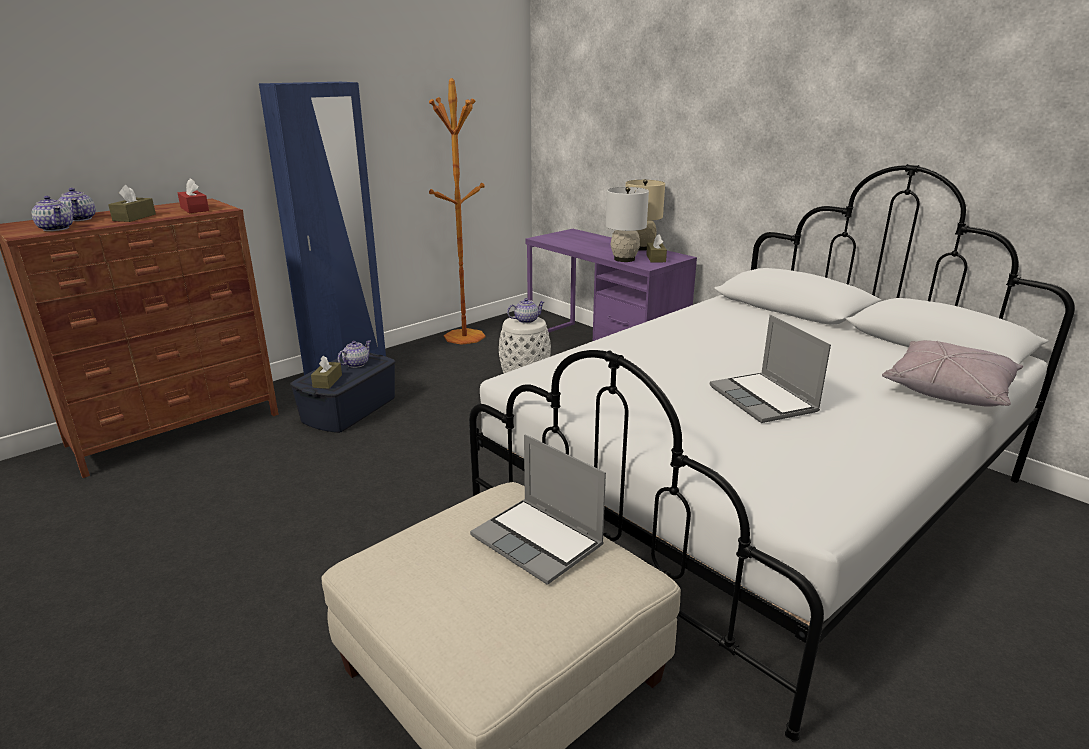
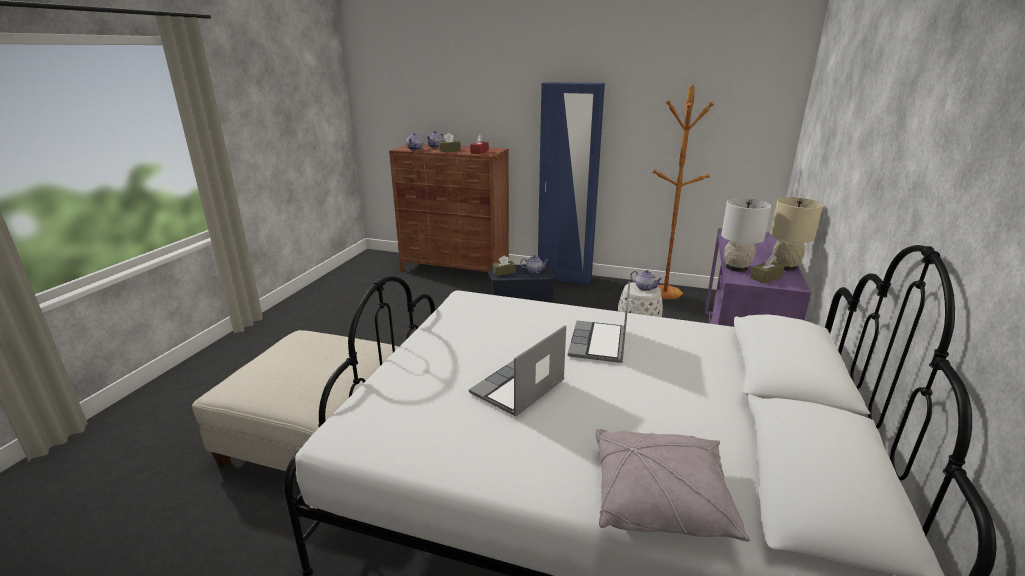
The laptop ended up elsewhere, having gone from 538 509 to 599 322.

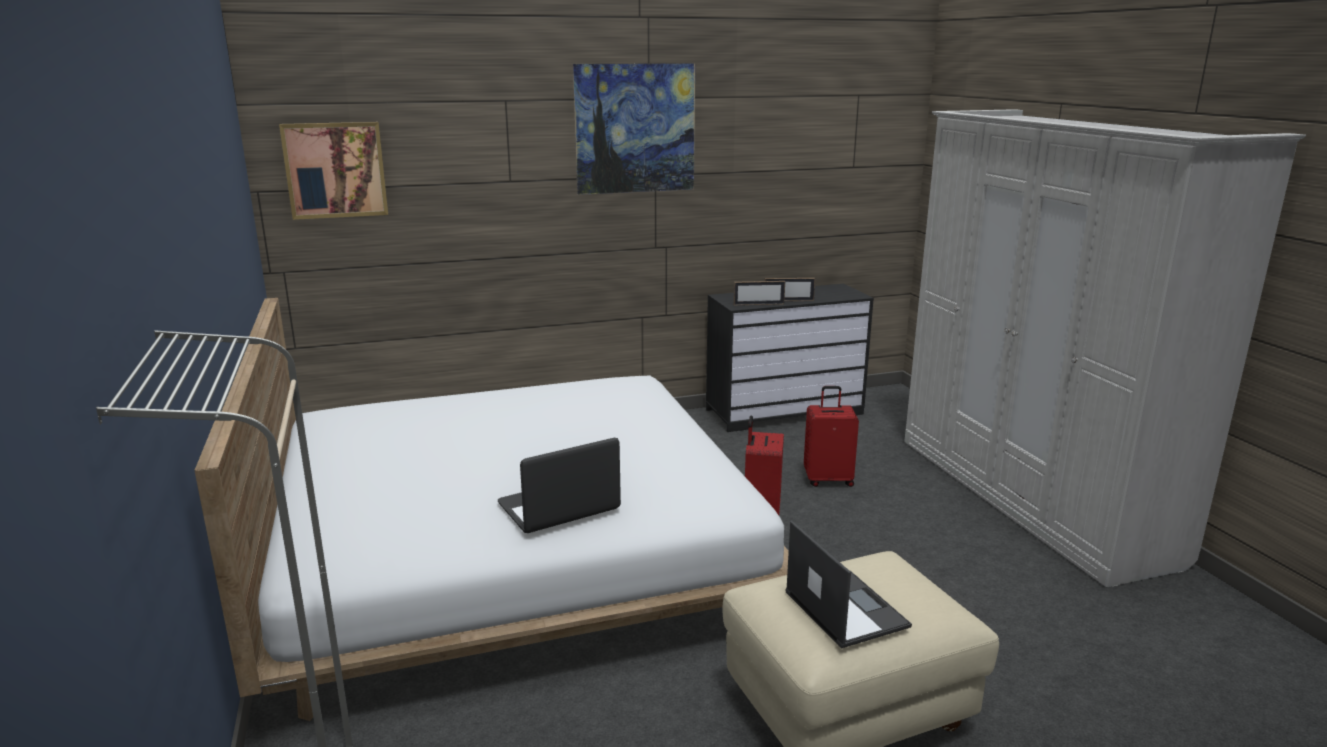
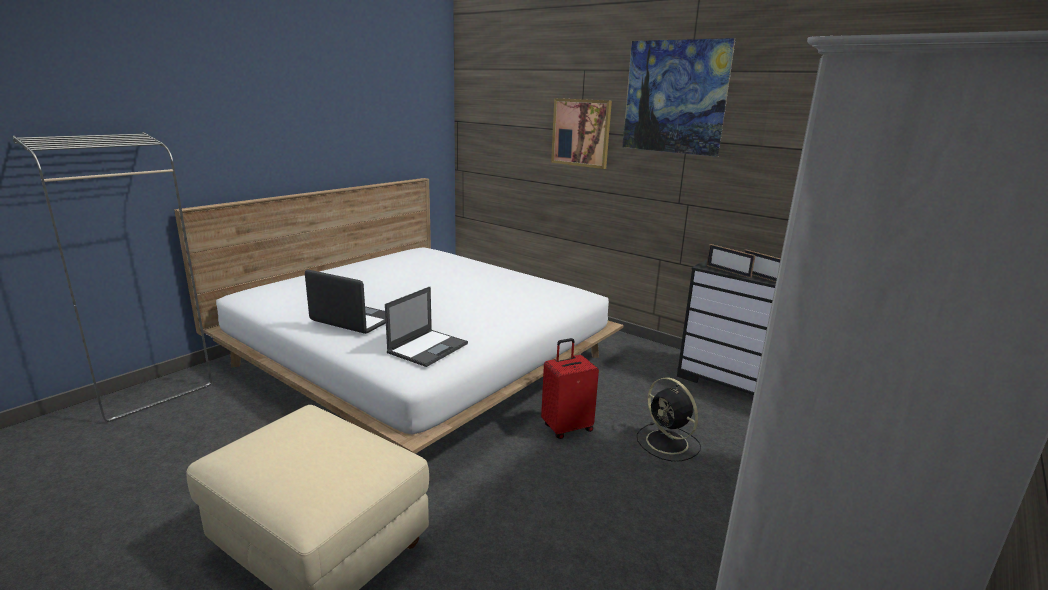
The laptop ended up elsewhere, having gone from 849 585 to 426 326. The wall picture ended up elsewhere, having gone from 333 171 to 581 133. Where the suitcase (red-coloured) stood at 831 436, the electric fan (black-coloured) came to stand at 669 419.

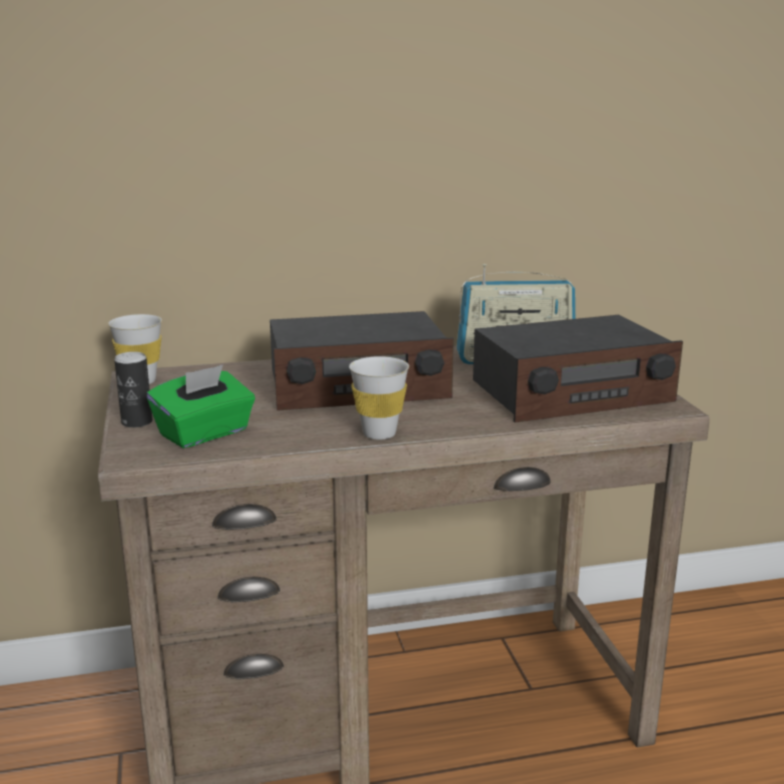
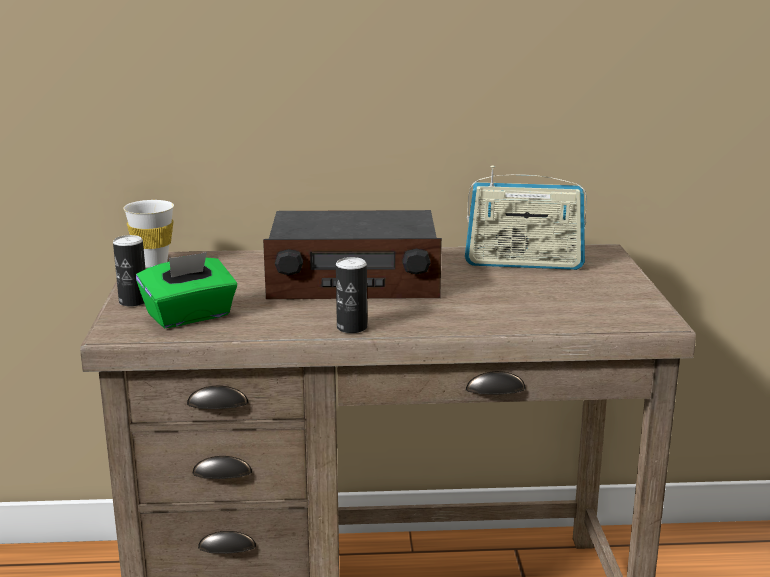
Where the small cup (white-coloured) stood at 379 398, the sealed can came to stand at 351 295. The second view lost the radio receiver at 578 369.

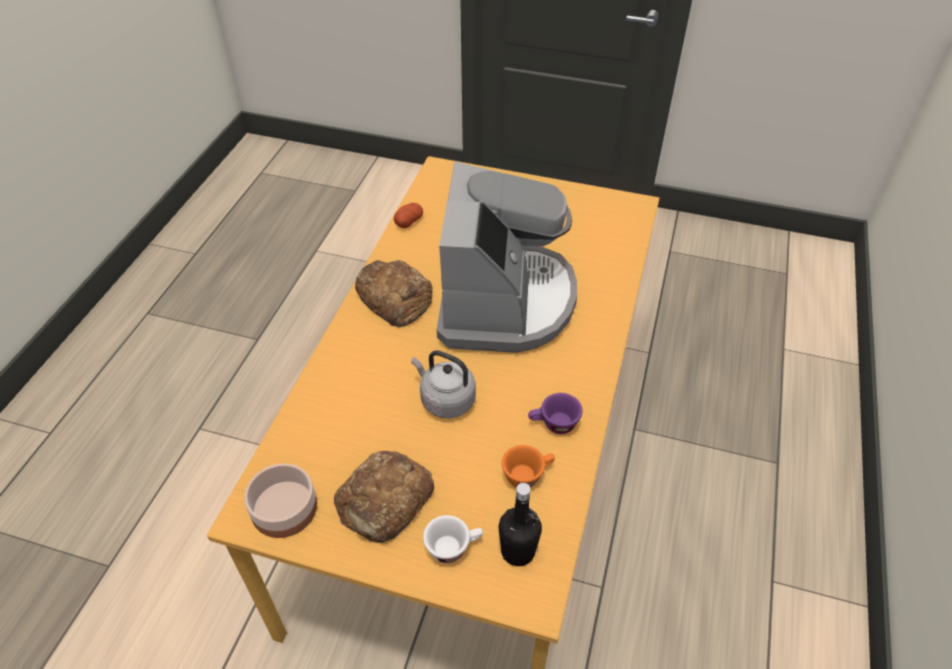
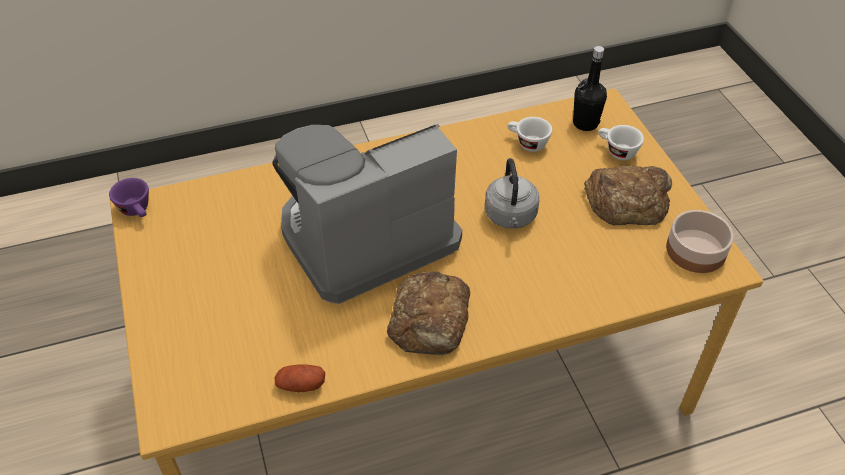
The small cup (purple-coloured) ended up elsewhere, having gone from 555 413 to 129 197. What was the small cup (orange) at 528 466 turned into the small cup (white-coloured) at 530 134.

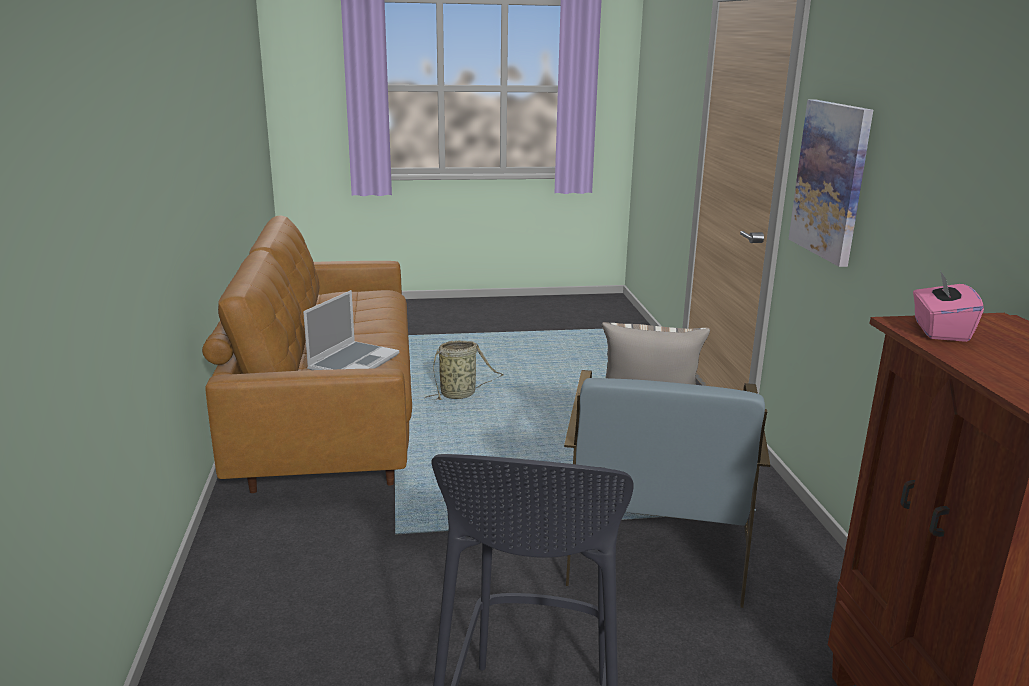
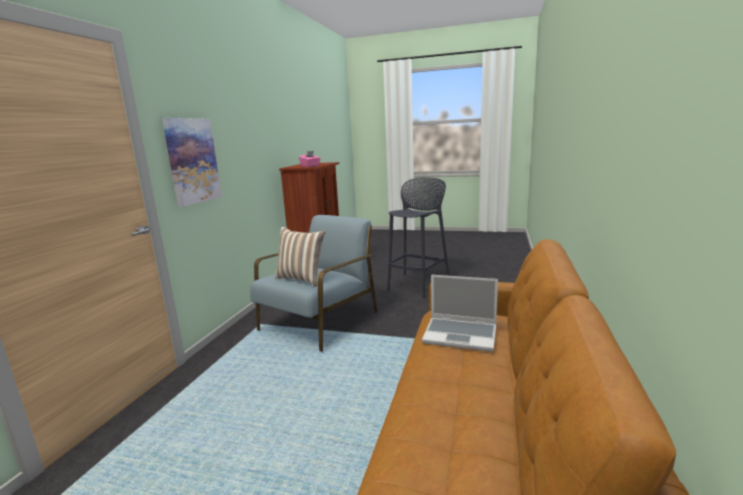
The laptop at 351 330 ended up facing another way, 120 degrees counterclockwise from before. The second view lost the basket at 464 370.

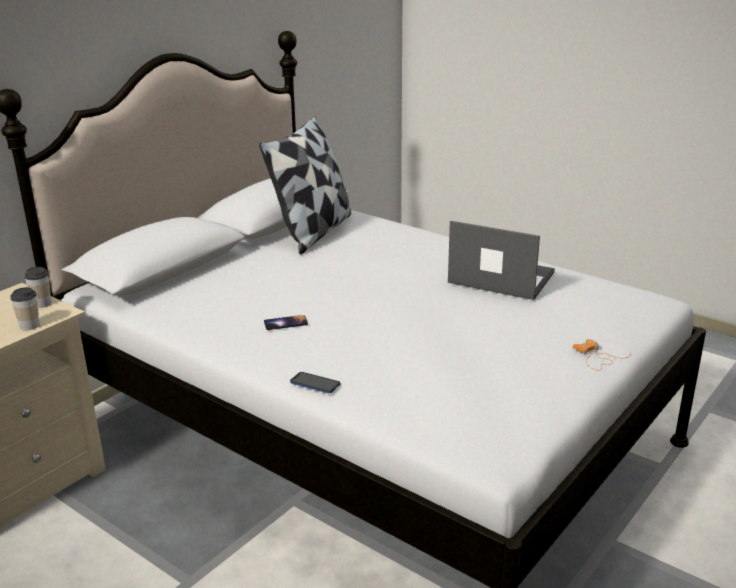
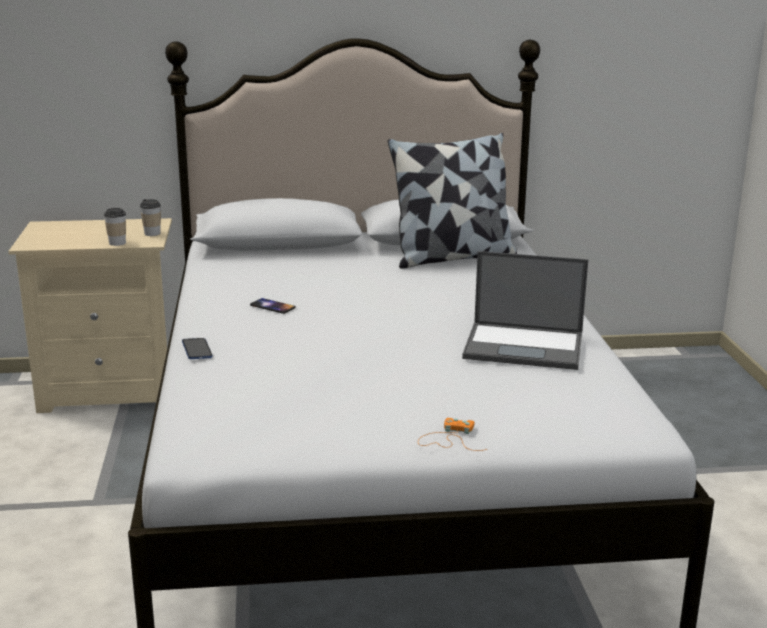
The laptop at 501 260 ended up facing another way, 120 degrees clockwise from before.

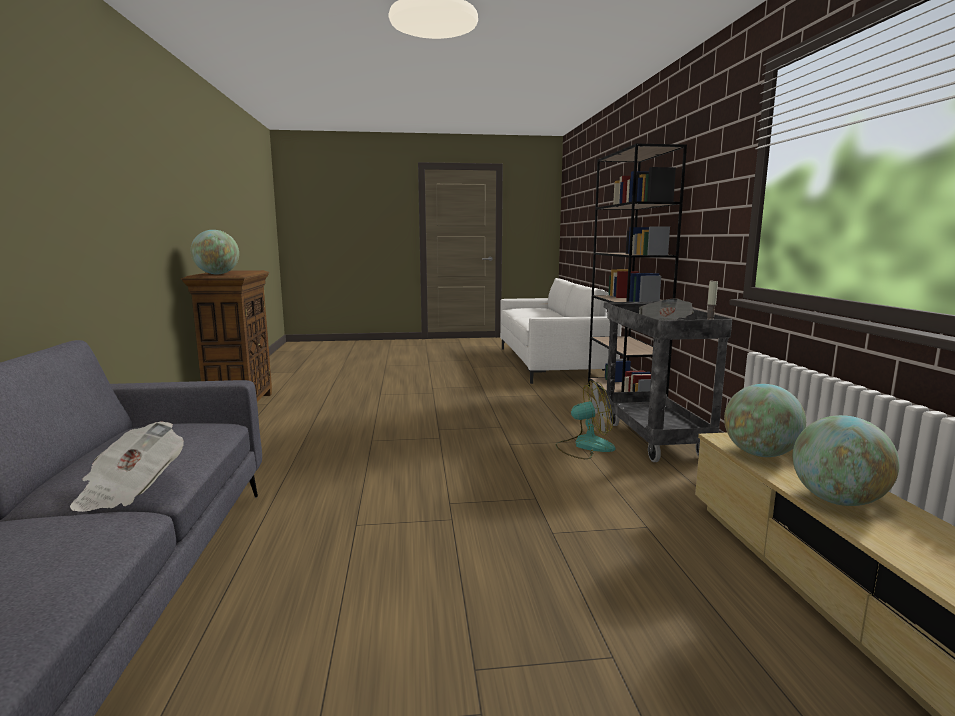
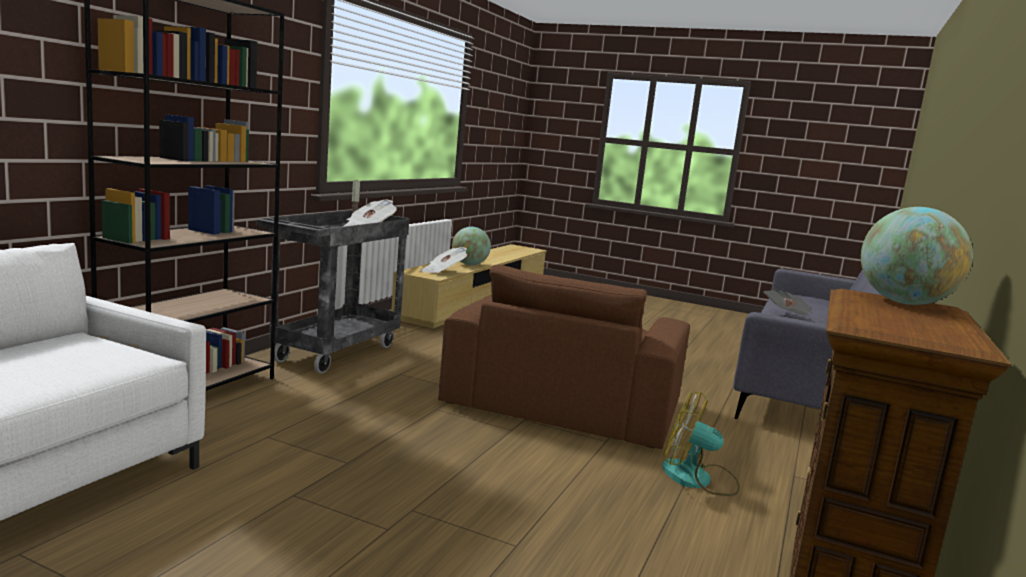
Where the globe stood at 765 420, the newspaper came to stand at 444 260. The second view gained the lounge chair (brown) at 564 357. The electric fan ended up elsewhere, having gone from 586 420 to 701 444.

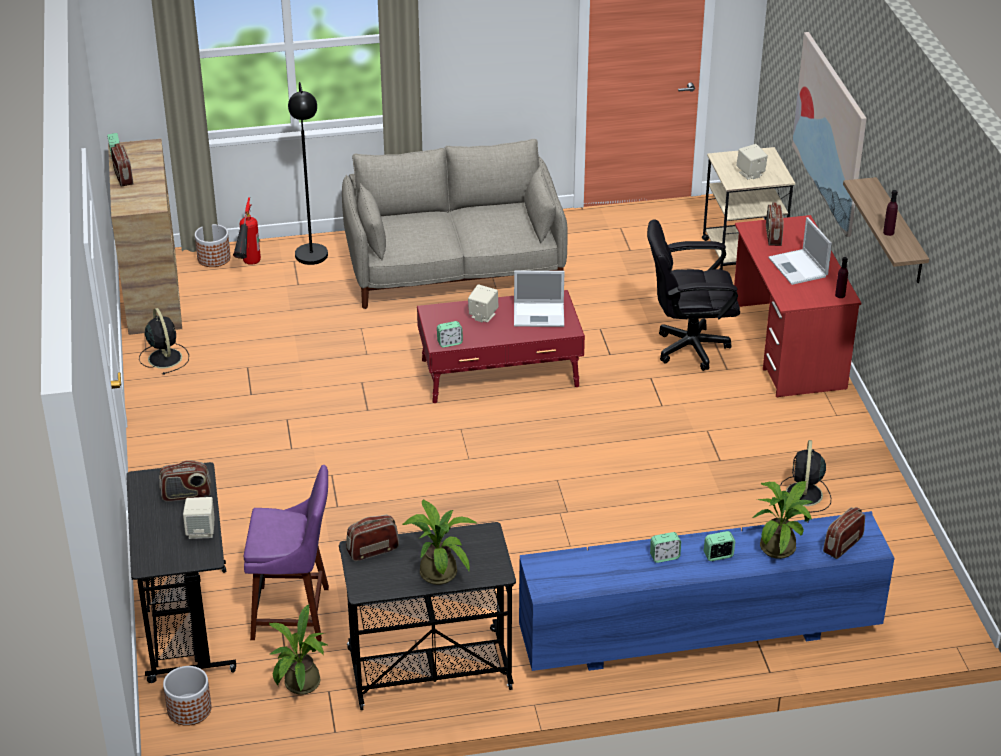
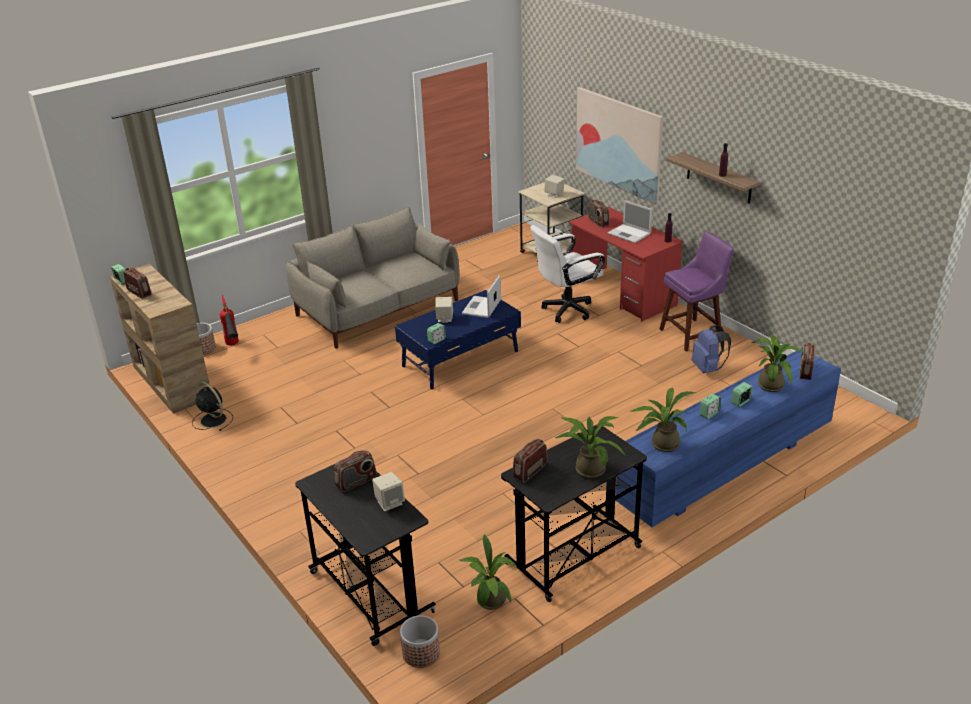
What was the lounge table (red-coloured) at 501 346 turned into the lounge table (blue) at 458 339. The laptop at 539 299 ended up facing another way, 135 degrees clockwise from before. What was the office chair (black-coloured) at 693 295 turned into the office chair (white-coloured) at 567 274. The second view gained the plant in a pot at 663 420. The upright chair (purple-coloured) ended up elsewhere, having gone from 286 553 to 697 291. Where the electric fan (black-coloured) stood at 805 476, the backpack (blue) came to stand at 711 349. The second view lost the standard lamp (black-coloured) at 308 173.

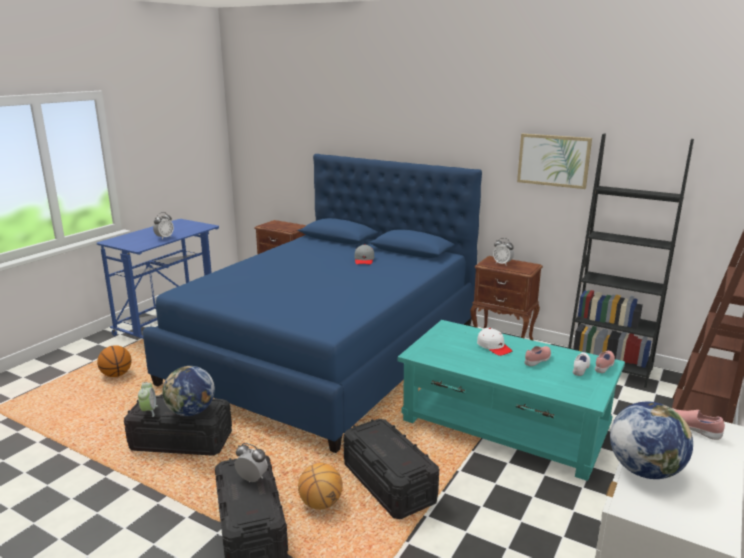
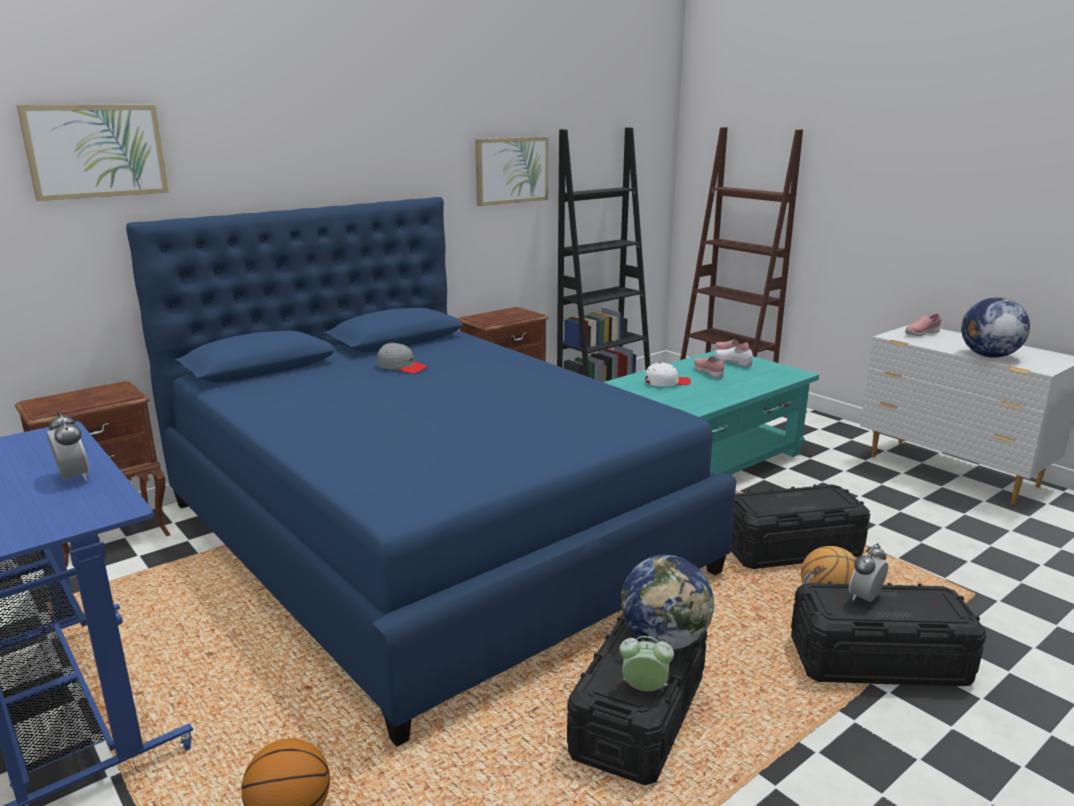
The second view gained the wall picture at 93 153. The second view lost the alarm clock at 503 252.

